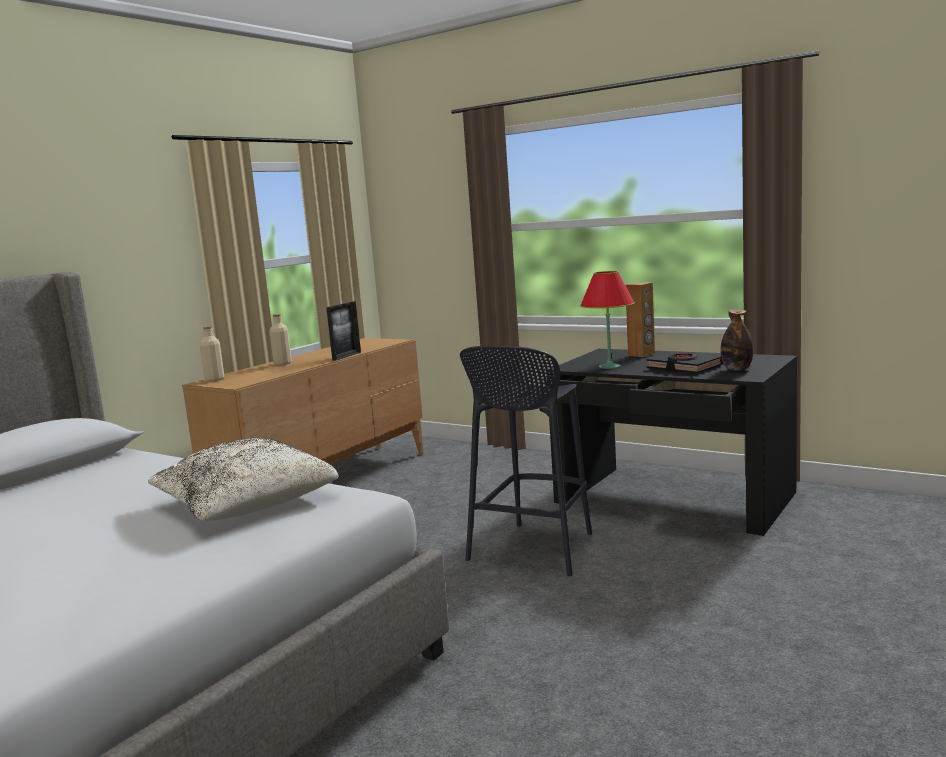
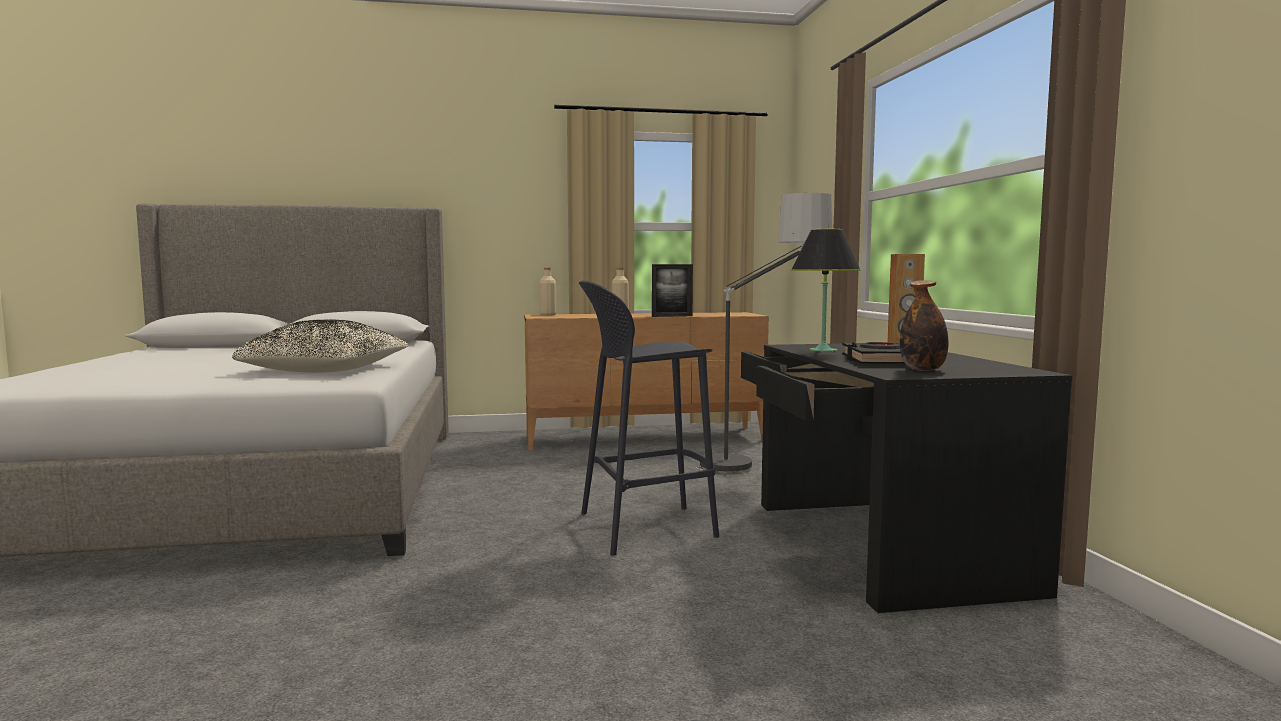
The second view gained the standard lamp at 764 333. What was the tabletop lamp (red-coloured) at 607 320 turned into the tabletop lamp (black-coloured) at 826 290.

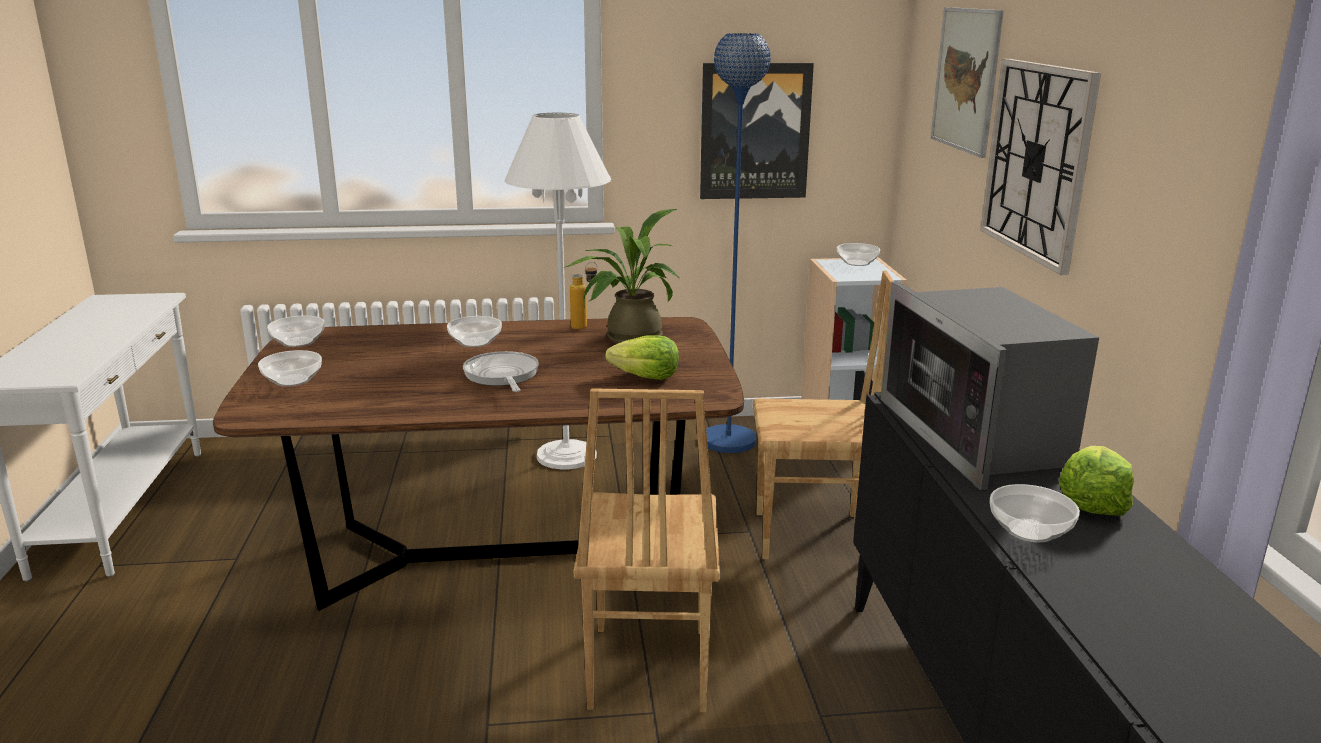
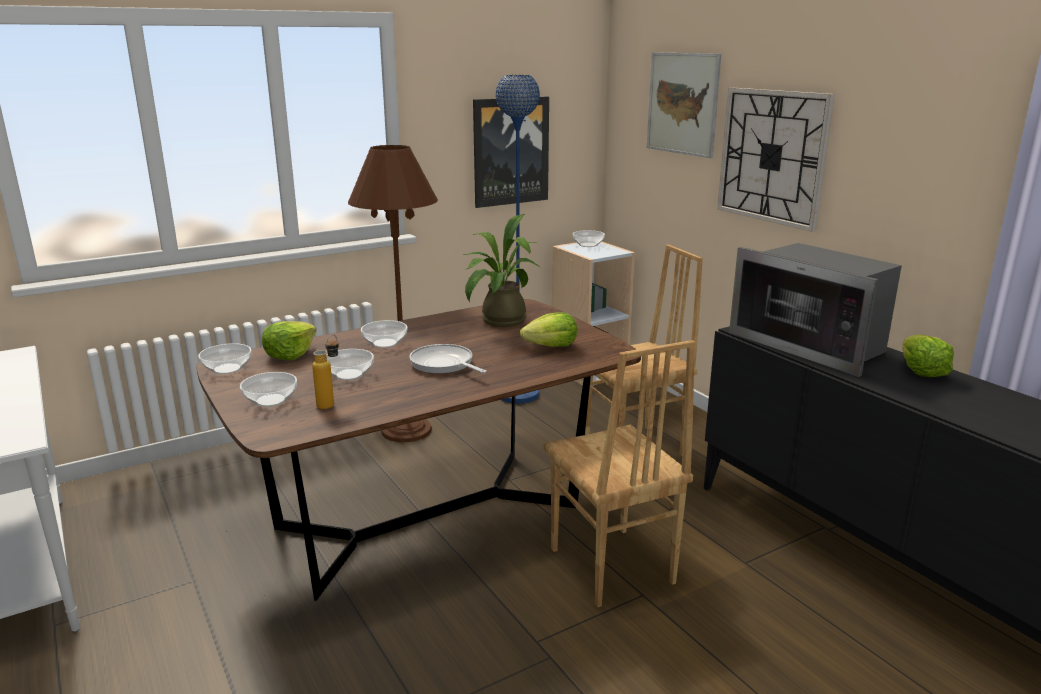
The second view gained the head of lettuce at 289 340. The drink bottle ended up elsewhere, having gone from 583 296 to 325 372. The deep dish ended up elsewhere, having gone from 1035 513 to 350 364. What was the standard lamp (white-coloured) at 558 291 turned into the standard lamp (brown) at 393 293.

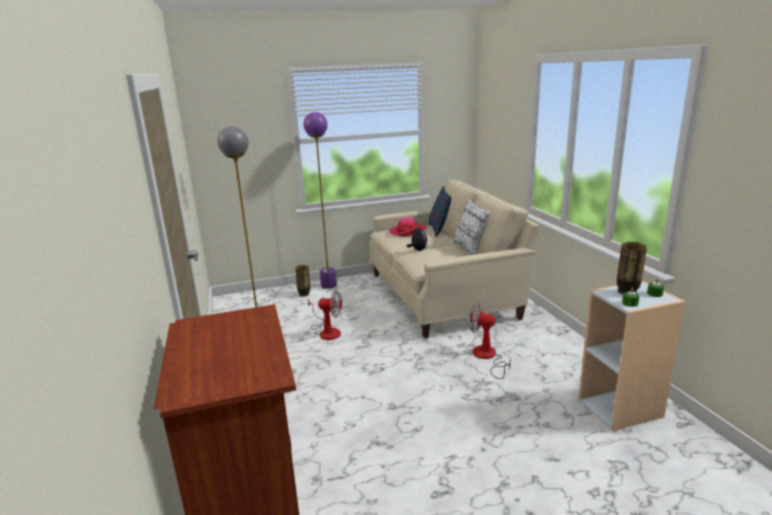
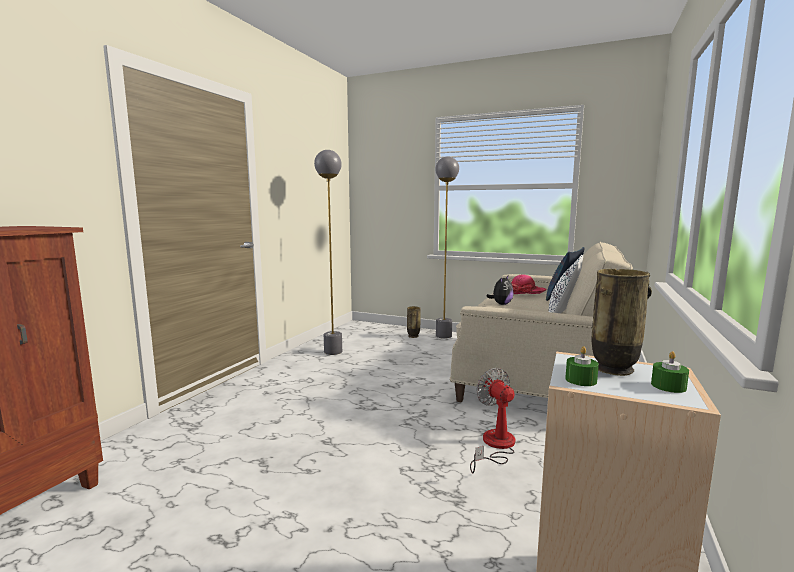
What was the standard lamp (purple-coloured) at 320 200 turned into the standard lamp (gray) at 447 248. The second view lost the electric fan at 325 315.

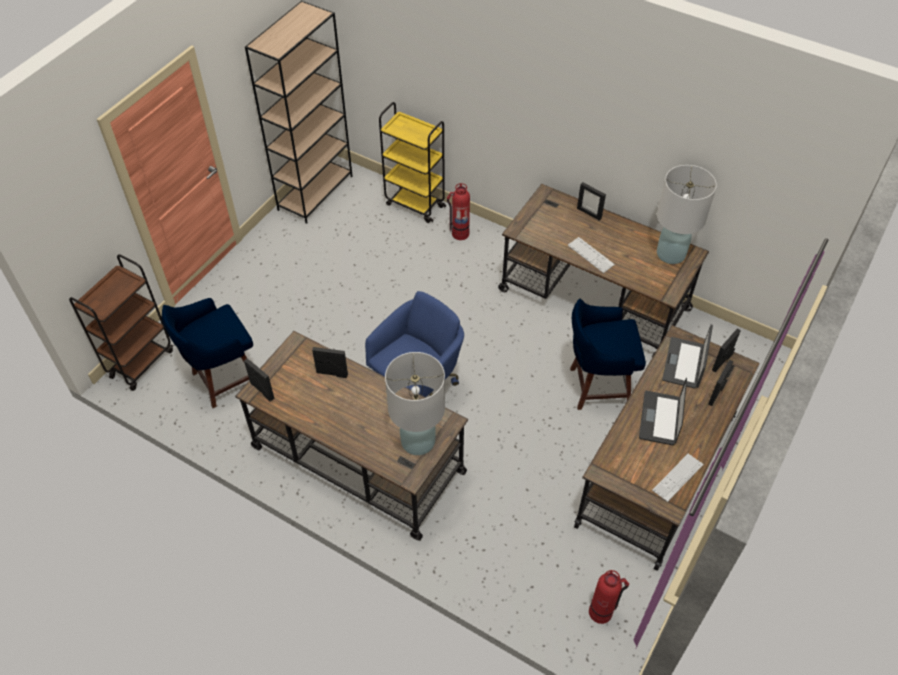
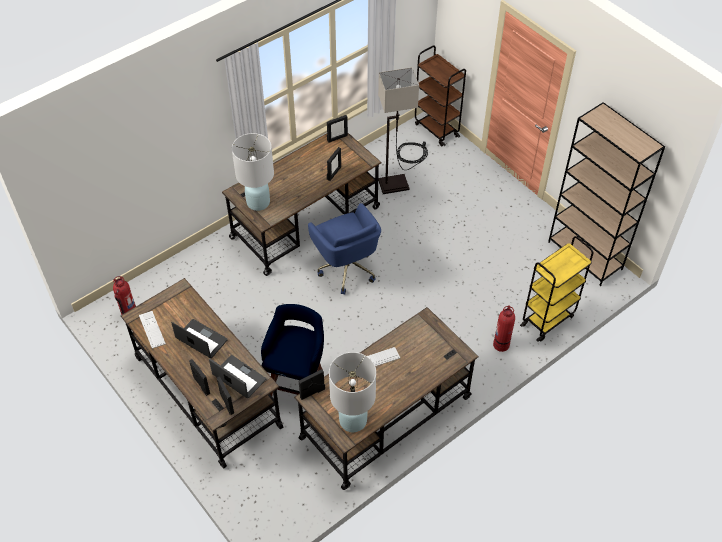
The standing frame ended up elsewhere, having gone from 591 201 to 312 384. Where the sitting stool (blue) stood at 207 353, the standard lamp came to stand at 403 130.

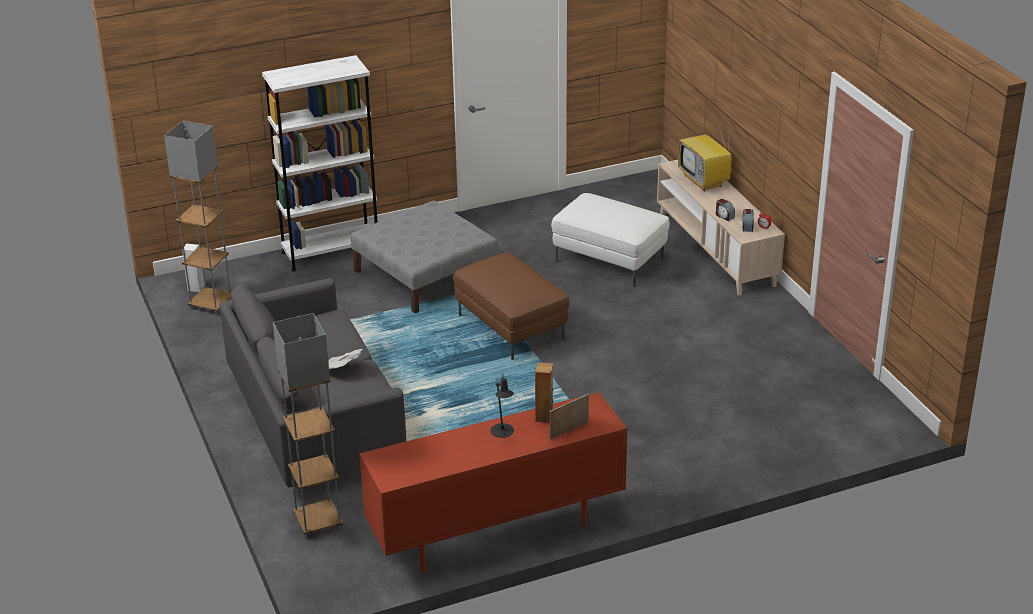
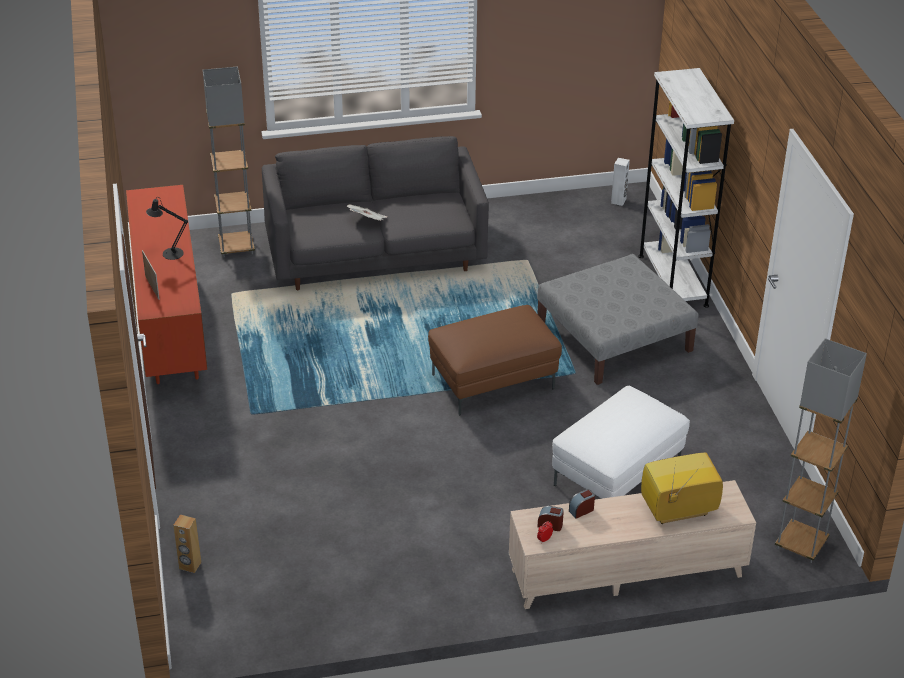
The speaker (brown) ended up elsewhere, having gone from 544 393 to 187 544. The standard lamp (gray) ended up elsewhere, having gone from 197 217 to 821 450.

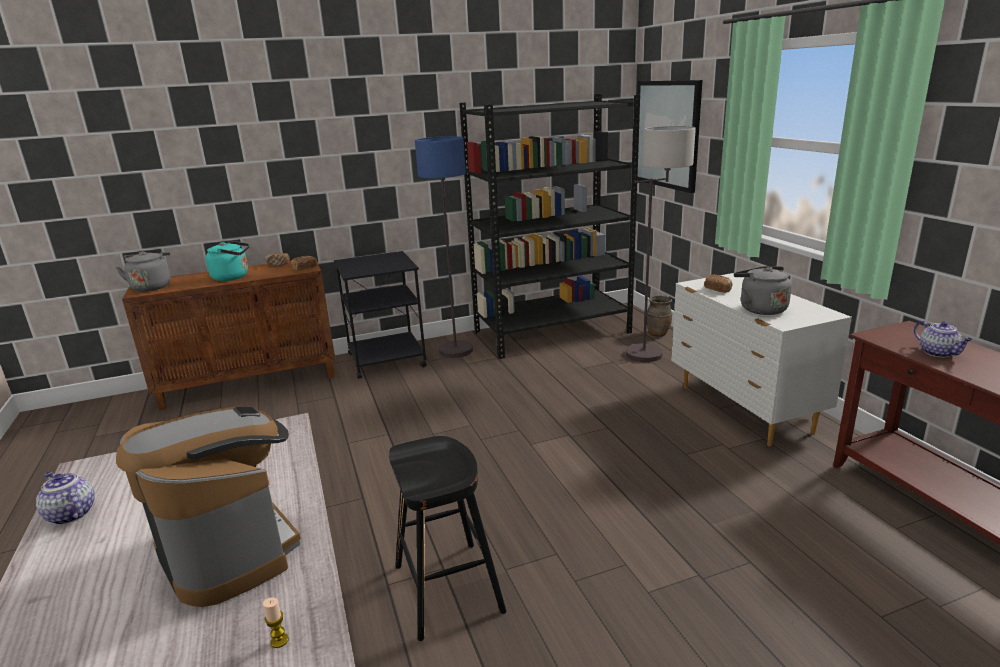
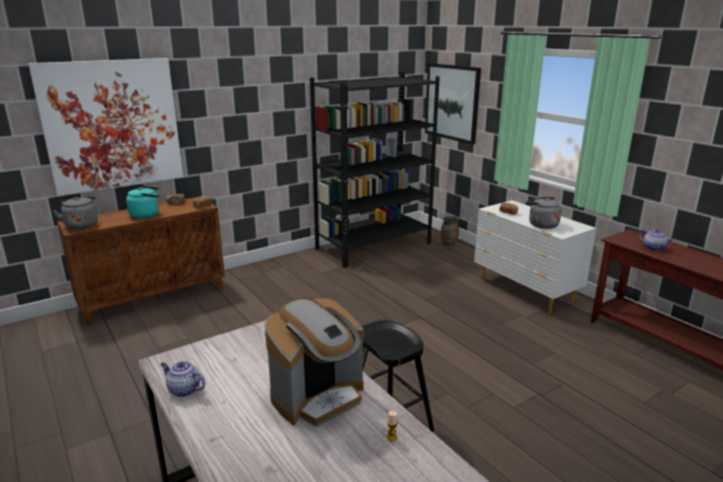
The second view gained the wall picture at 105 127. The coffee maker at 208 507 ended up facing another way, 105 degrees clockwise from before. The second view lost the trolley (black-coloured) at 380 315. The second view lost the standard lamp (blue) at 444 247. The second view lost the standard lamp (gray) at 661 244.

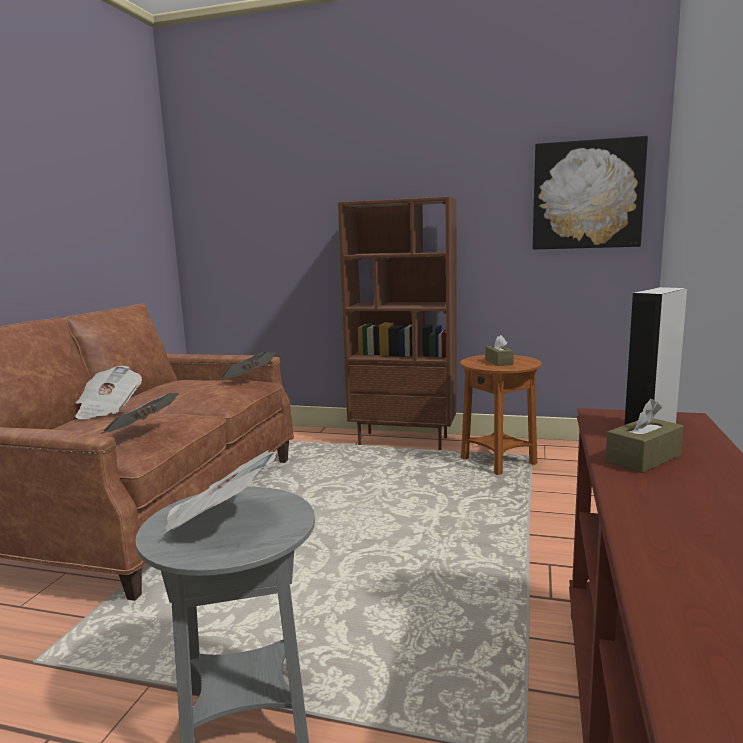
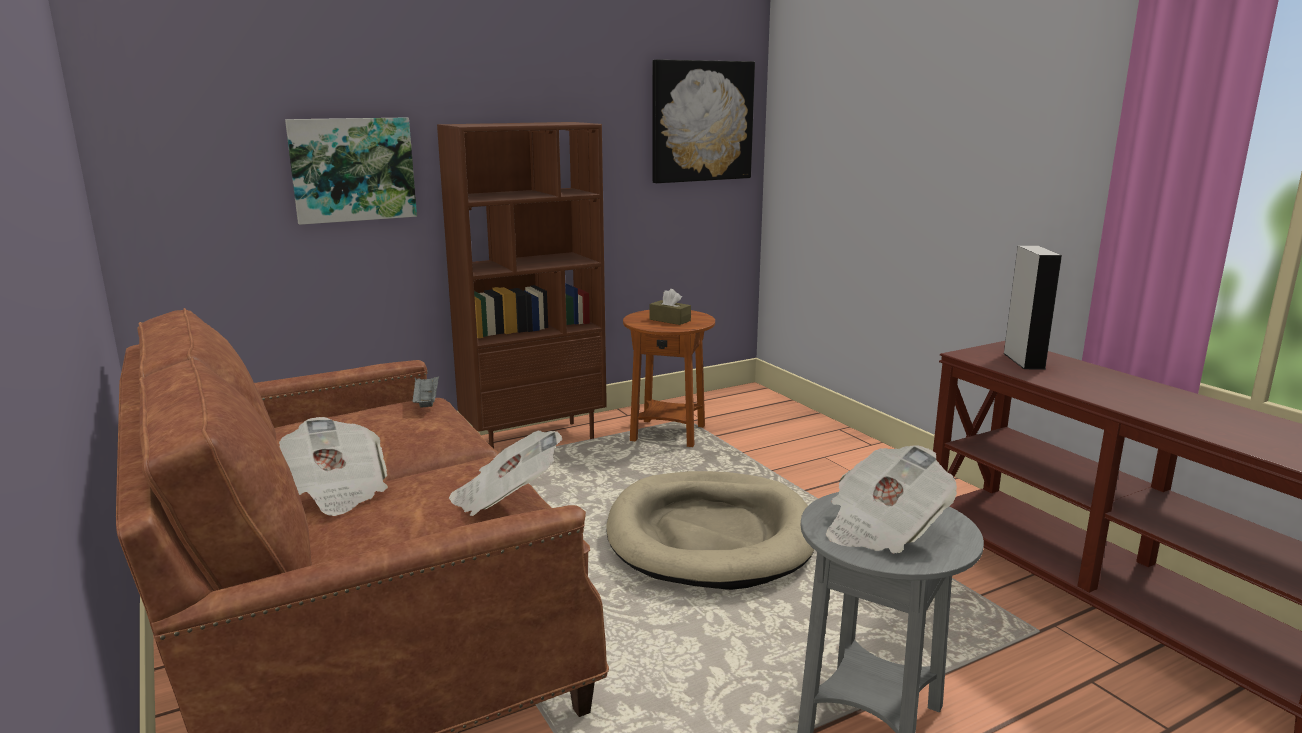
The second view gained the wall picture at 351 171. Where the newspaper stood at 247 365, the serving tray (gray) came to stand at 425 391. The second view gained the dog bed (beige) at 710 530. The second view lost the tissue box (brown) at 644 436.

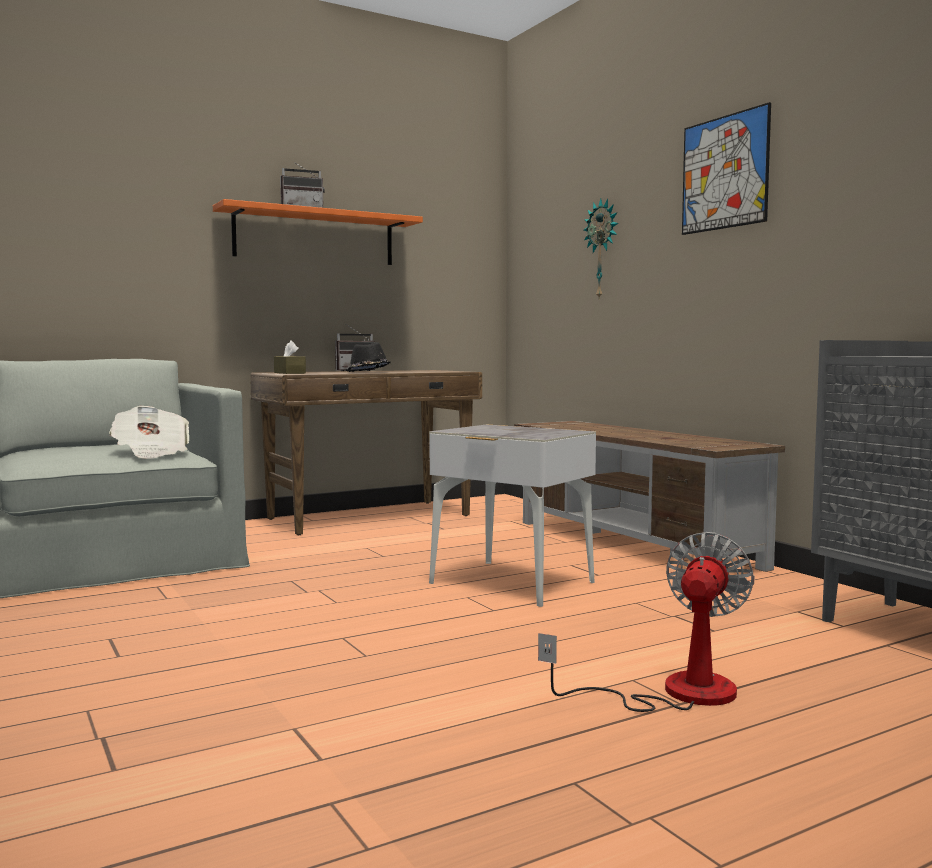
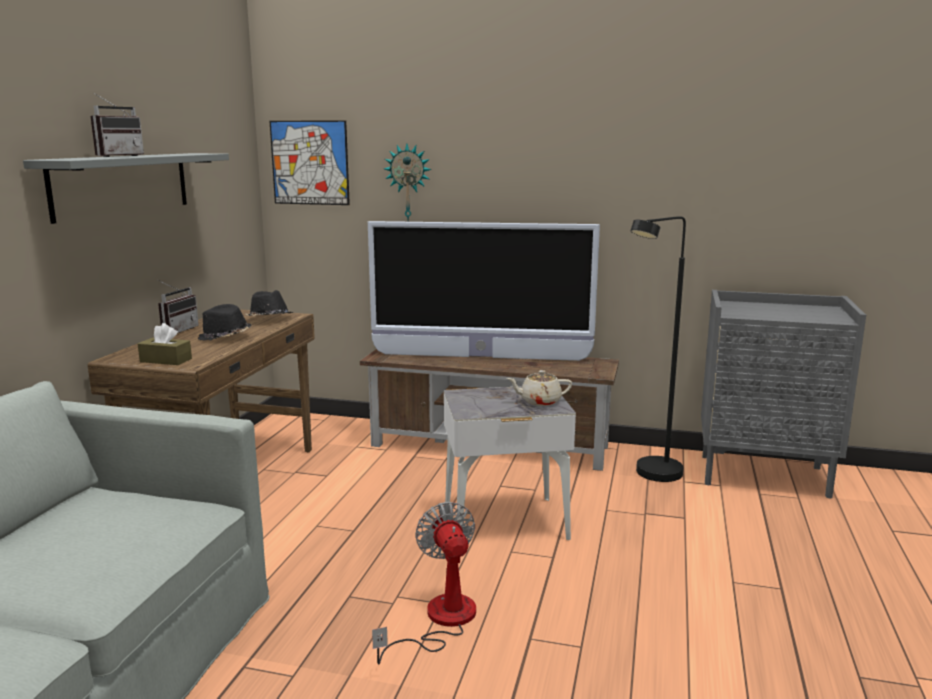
What was the wall shelf (orange) at 318 232 turned into the wall shelf (gray) at 126 188. The second view gained the clothing hat (black-coloured) at 270 303. The wall picture ended up elsewhere, having gone from 726 168 to 309 162. The second view gained the TV at 484 291. The electric fan ended up elsewhere, having gone from 646 622 to 424 583. The second view gained the teapot (beige) at 539 388. The second view gained the standard lamp (black-coloured) at 658 349. The second view lost the newspaper at 149 432.

